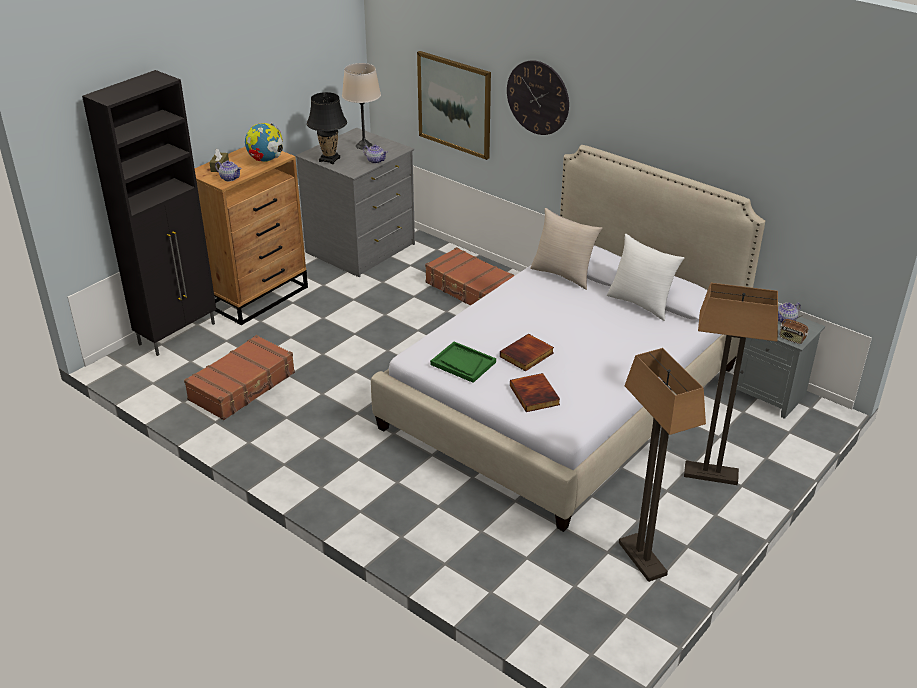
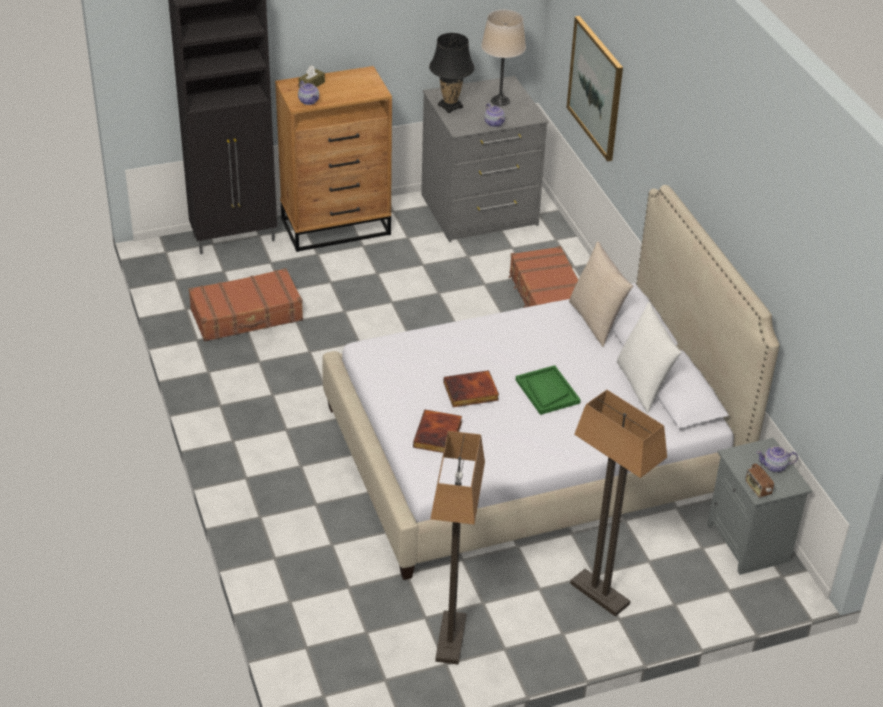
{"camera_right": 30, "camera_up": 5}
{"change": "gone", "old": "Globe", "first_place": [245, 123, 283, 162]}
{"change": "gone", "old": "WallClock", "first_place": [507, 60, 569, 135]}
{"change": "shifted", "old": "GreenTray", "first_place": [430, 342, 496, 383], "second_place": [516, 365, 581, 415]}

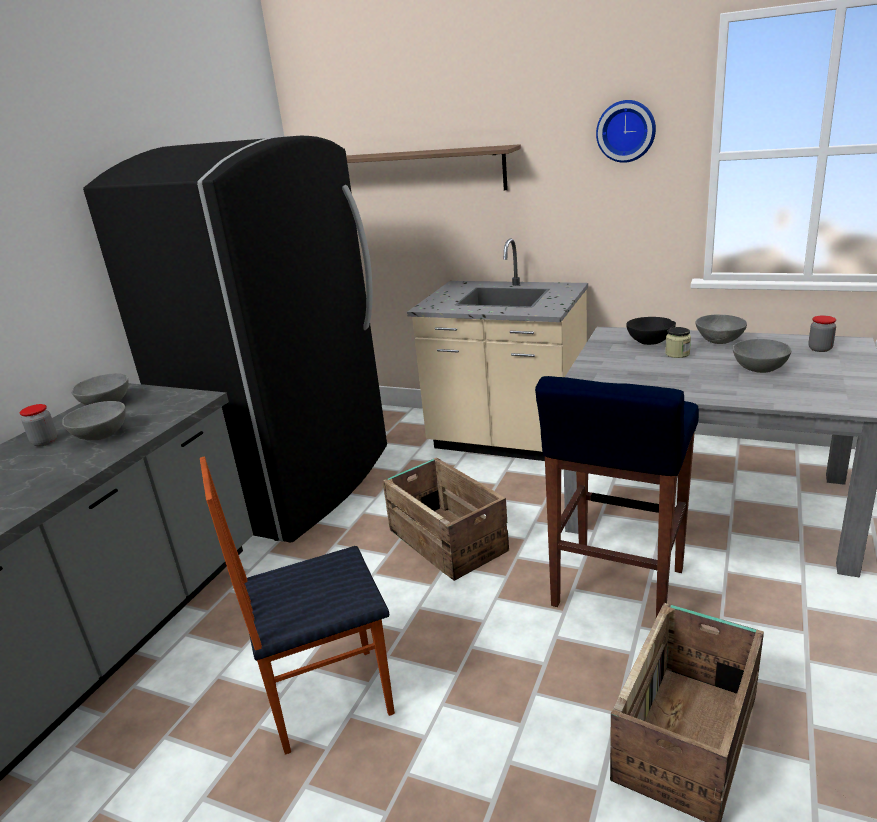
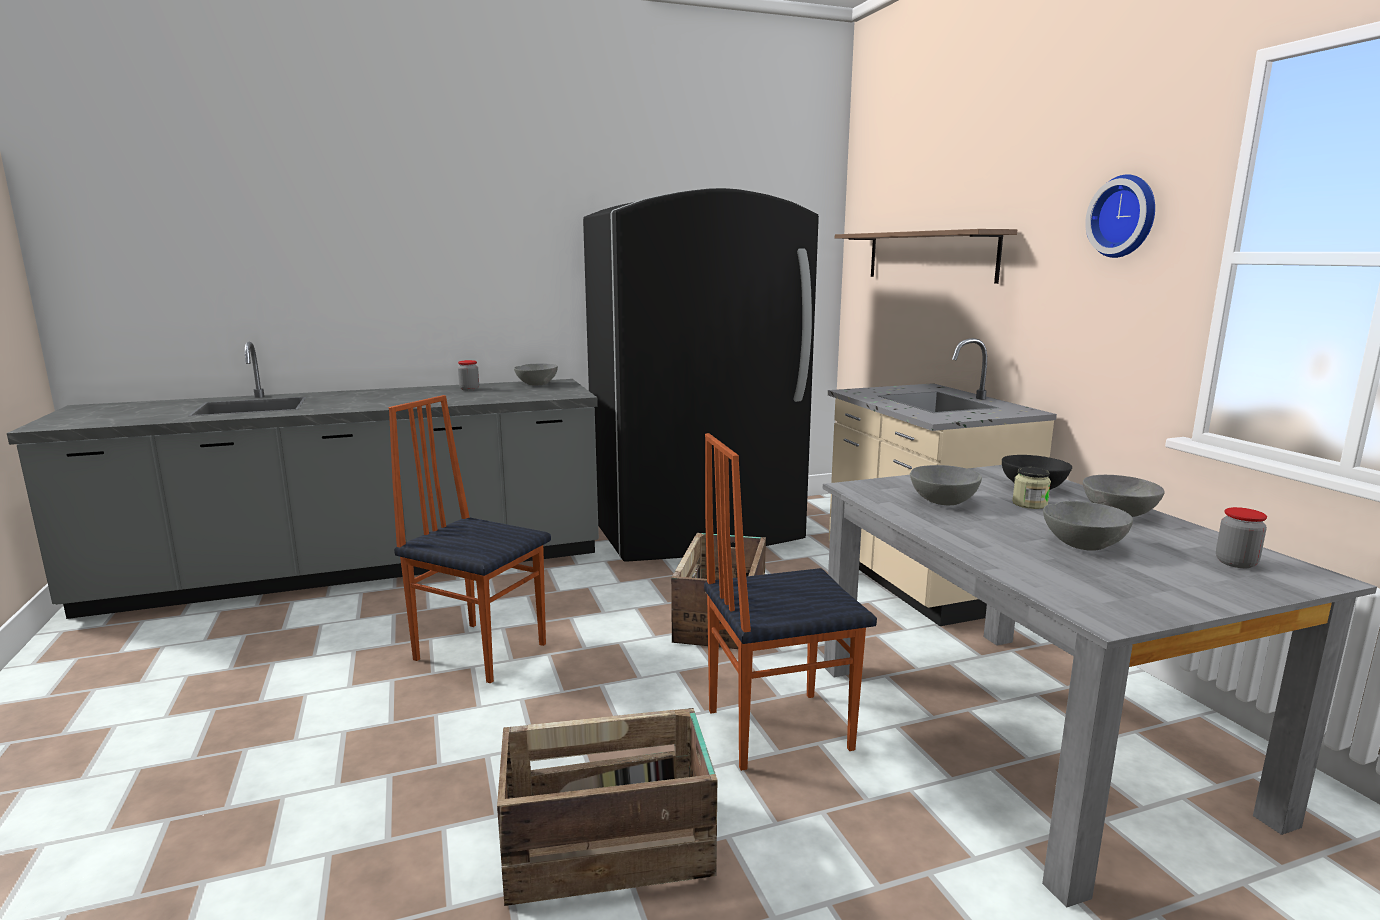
{"camera_right": 45, "camera_up": -10}
{"change": "shifted", "old": "GreyBowl", "first_place": [62, 401, 126, 440], "second_place": [910, 465, 982, 505]}
{"change": "swapped", "old": "BlueStool", "new": "Chair", "first_place": [535, 376, 699, 618], "second_place": [704, 433, 877, 771]}

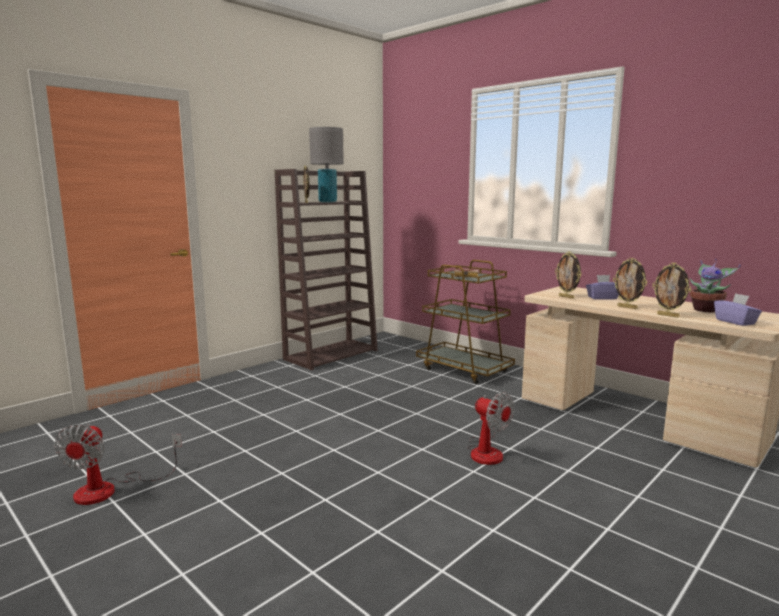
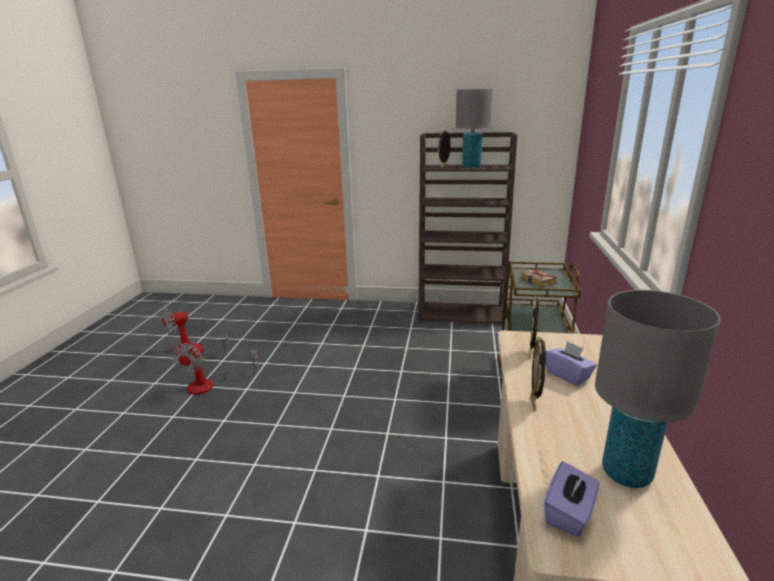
{"camera_right": 55, "camera_up": 10}
{"change": "gone", "old": "PictureFrame", "first_place": [652, 263, 691, 318]}
{"change": "shifted", "old": "Fan", "first_place": [467, 392, 514, 465], "second_place": [172, 342, 258, 395]}
{"change": "swapped", "old": "PottedPlant", "new": "GreyTableLamp", "first_place": [690, 259, 741, 312], "second_place": [595, 290, 721, 488]}

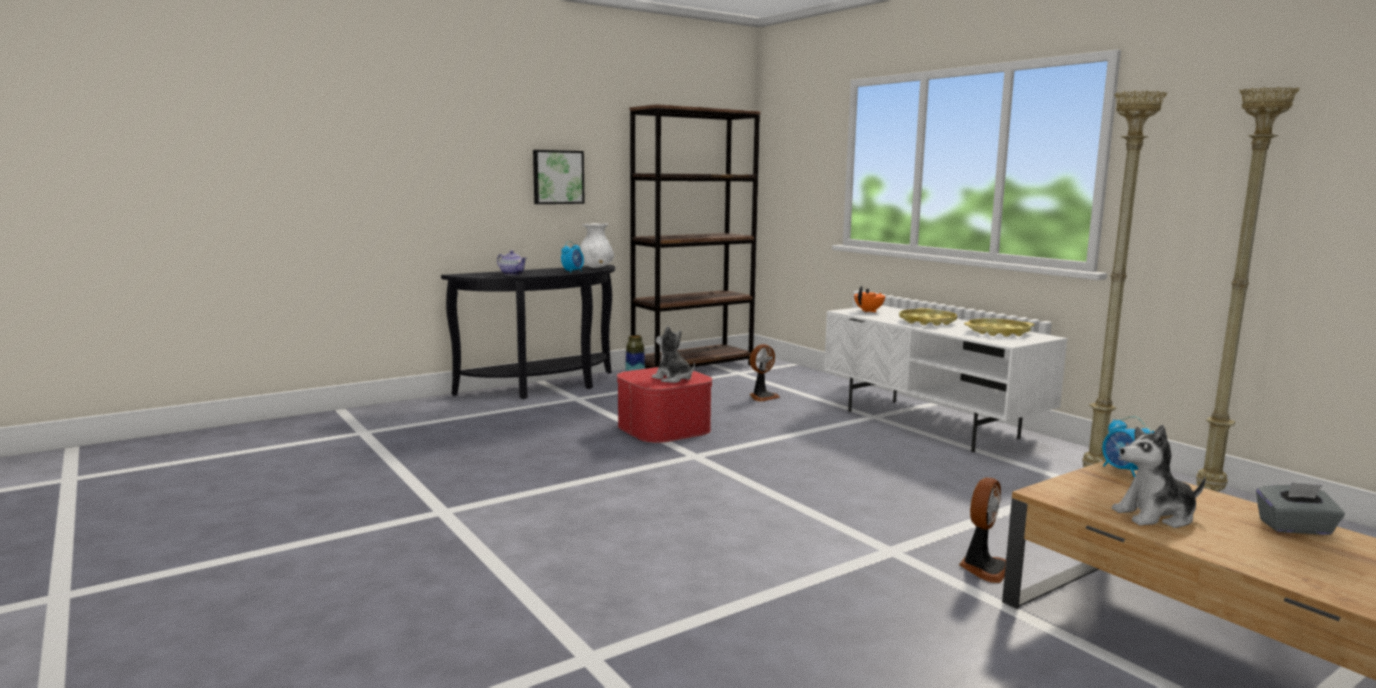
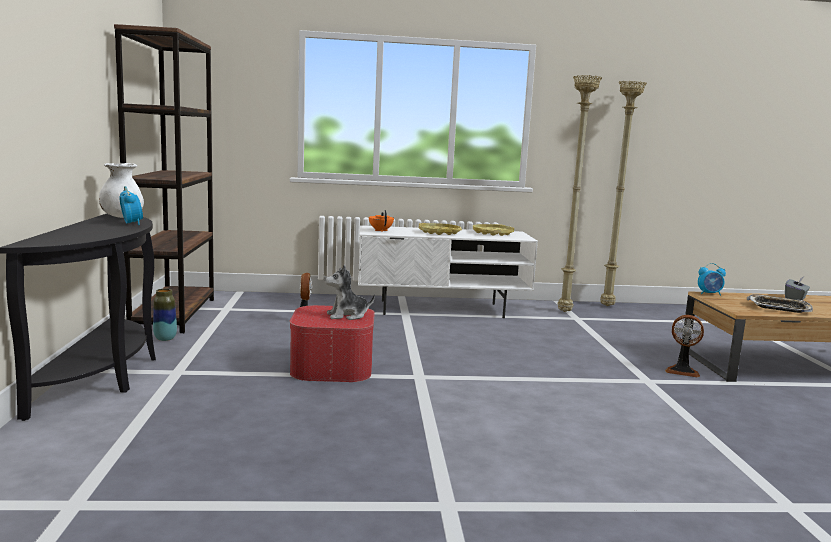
{"camera_right": -60, "camera_up": 0}
{"change": "gone", "old": "Teapot", "first_place": [497, 251, 527, 275]}
{"change": "gone", "old": "Picture", "first_place": [533, 150, 585, 204]}
{"change": "swapped", "old": "PlushToy", "new": "Tray", "first_place": [1112, 425, 1206, 528], "second_place": [747, 294, 813, 313]}
{"change": "rotated", "old": "Fan", "first_place": [959, 478, 1006, 583], "second_place": [665, 315, 704, 377], "degrees": 135}

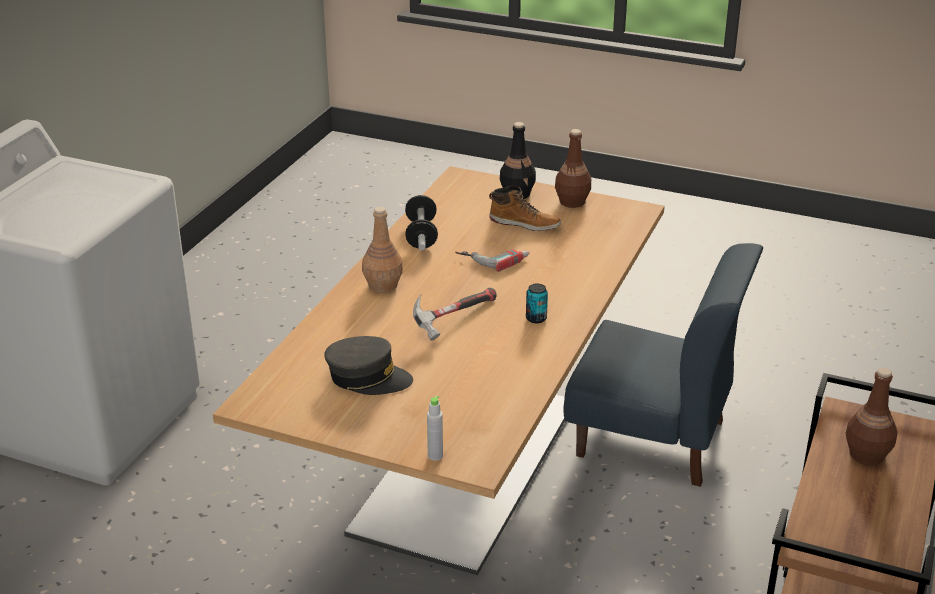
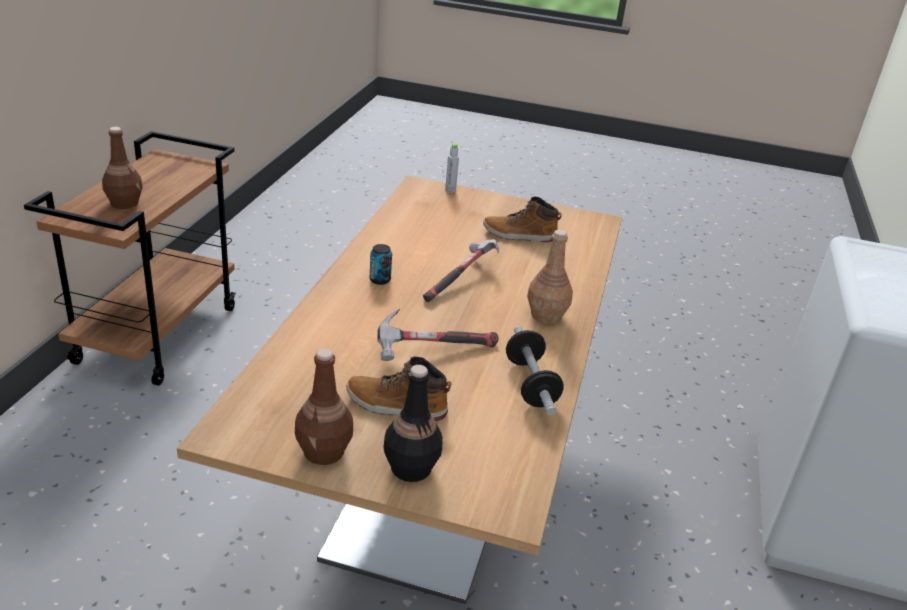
{"camera_right": 170, "camera_up": 0}
{"change": "gone", "old": "BlueChair", "first_place": [563, 243, 763, 487]}
{"change": "swapped", "old": "GreyCap", "new": "Boot", "first_place": [324, 336, 413, 395], "second_place": [483, 197, 561, 242]}
{"change": "swapped", "old": "PowerDrill", "new": "Hammer", "first_place": [455, 249, 529, 272], "second_place": [377, 309, 498, 361]}

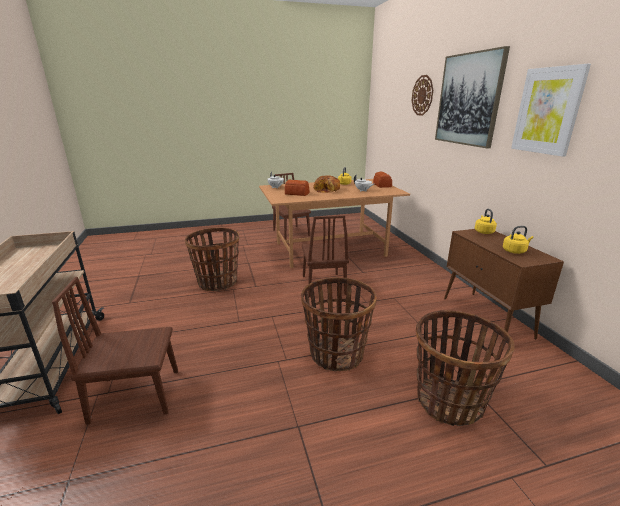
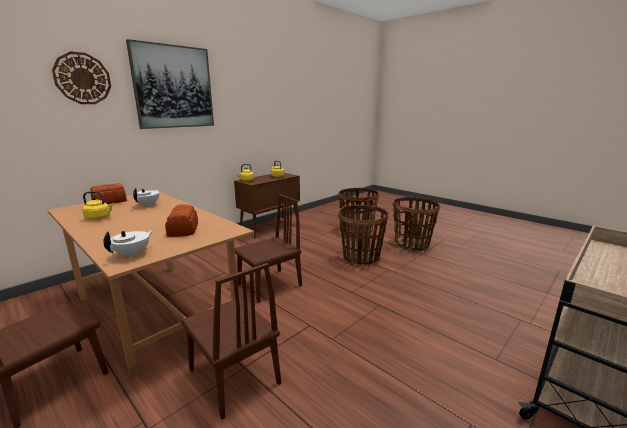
{"camera_right": -120, "camera_up": -5}
{"change": "gone", "old": "Bread", "first_place": [313, 176, 340, 193]}
{"change": "gone", "old": "Picture", "first_place": [511, 64, 591, 157]}
{"change": "shifted", "old": "BrownChair", "first_place": [52, 277, 178, 425], "second_place": [181, 263, 281, 420]}
{"change": "shifted", "old": "Basket", "first_place": [185, 227, 239, 291], "second_place": [393, 197, 440, 251]}

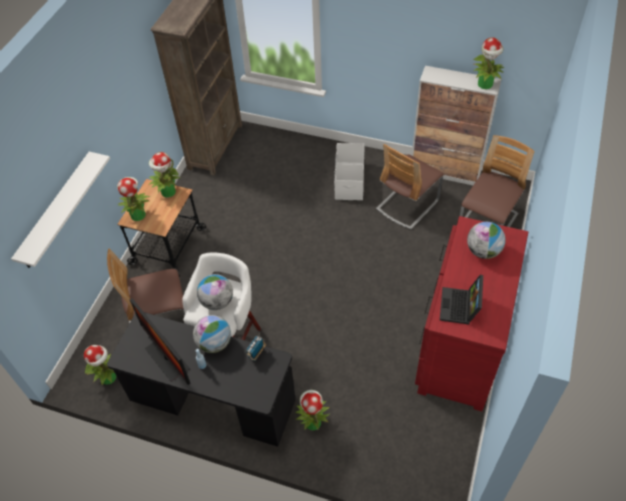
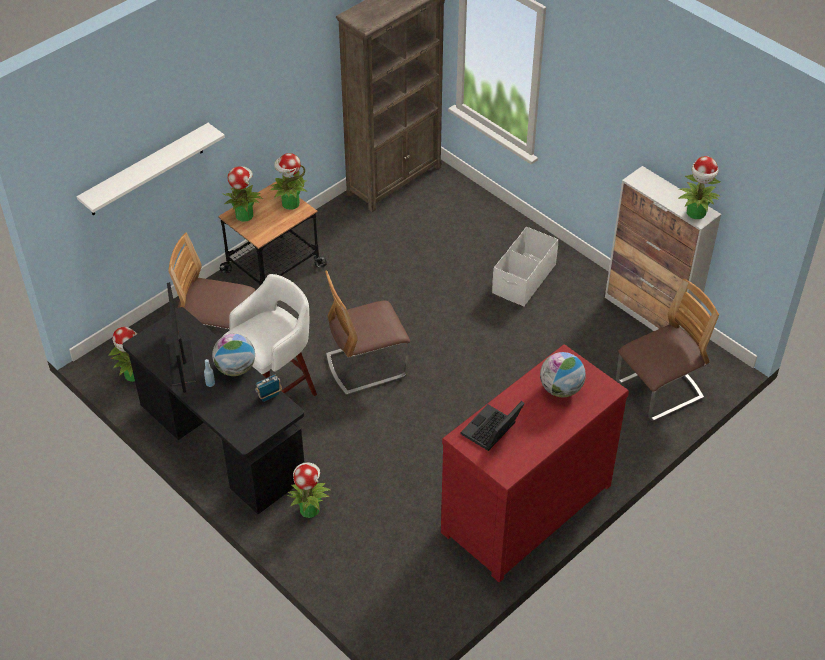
{"camera_right": 25, "camera_up": -5}
{"change": "gone", "old": "Globe", "first_place": [197, 274, 233, 310]}
{"change": "shifted", "old": "Chair", "first_place": [376, 144, 444, 230], "second_place": [325, 270, 410, 395]}

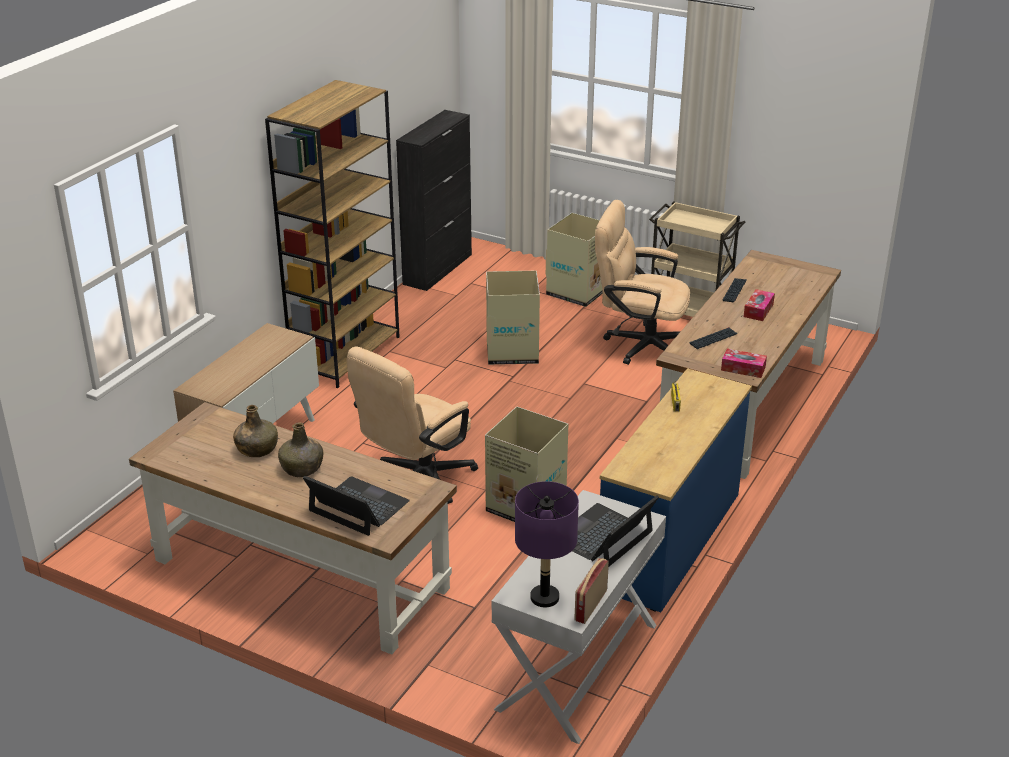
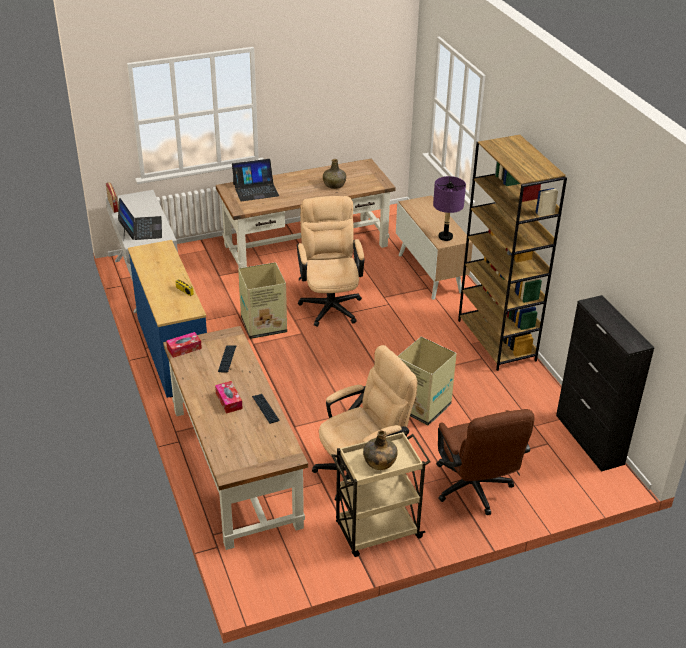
{"camera_right": 130, "camera_up": 5}
{"change": "shifted", "old": "GreenBottle", "first_place": [278, 422, 323, 477], "second_place": [363, 430, 397, 470]}
{"change": "shifted", "old": "PurpleTableLamp", "first_place": [515, 481, 579, 607], "second_place": [433, 176, 466, 241]}
{"change": "swapped", "old": "CardboardBox", "new": "BrownOfficeChair", "first_place": [546, 213, 602, 307], "second_place": [436, 409, 535, 515]}

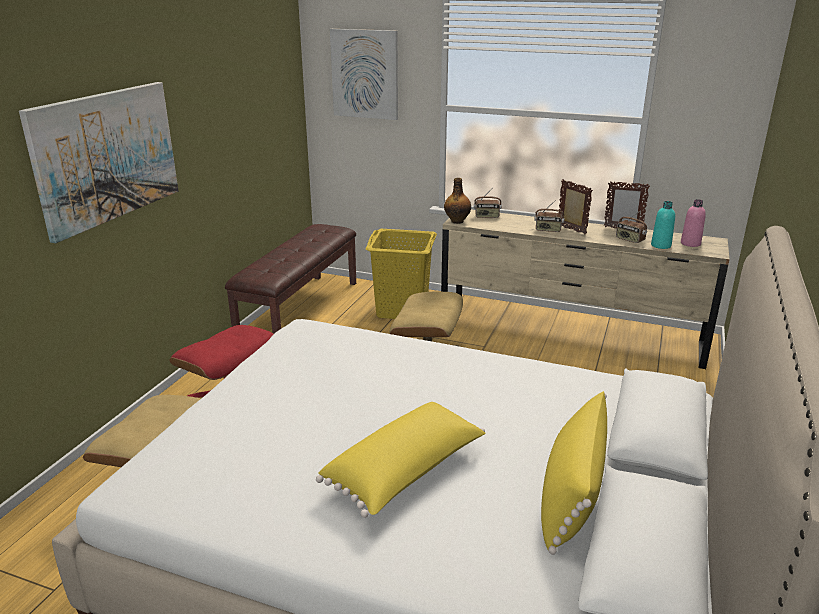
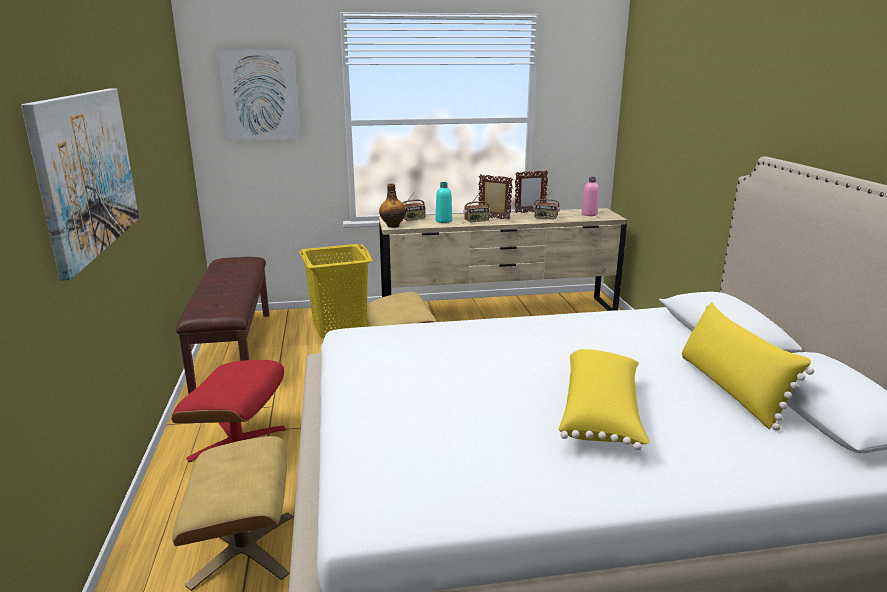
{"camera_right": -30, "camera_up": -5}
{"change": "shifted", "old": "TurquoiseBottle", "first_place": [651, 201, 675, 249], "second_place": [436, 182, 452, 223]}

